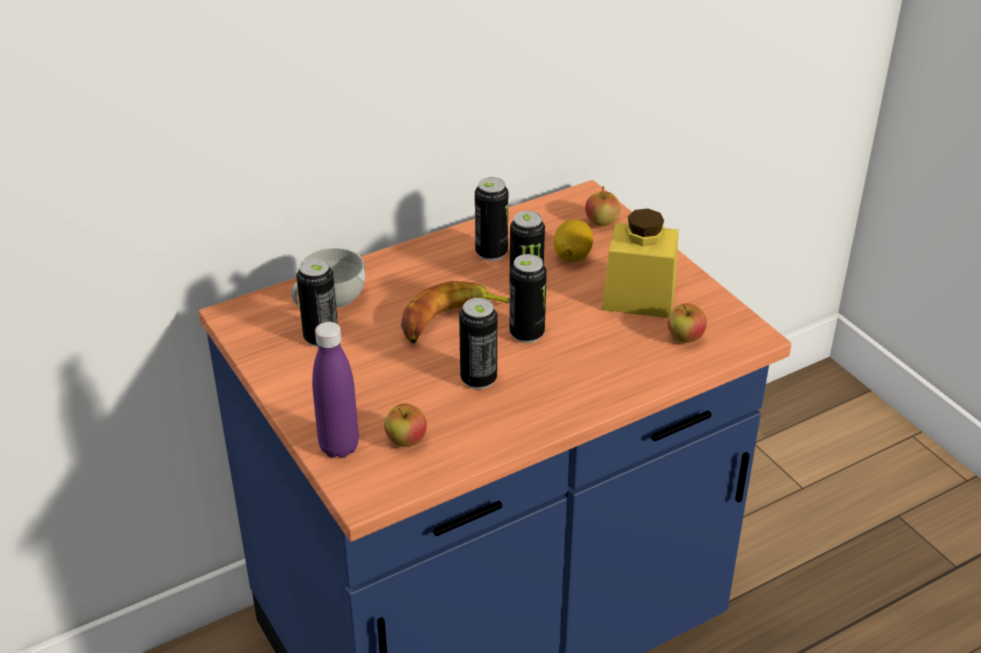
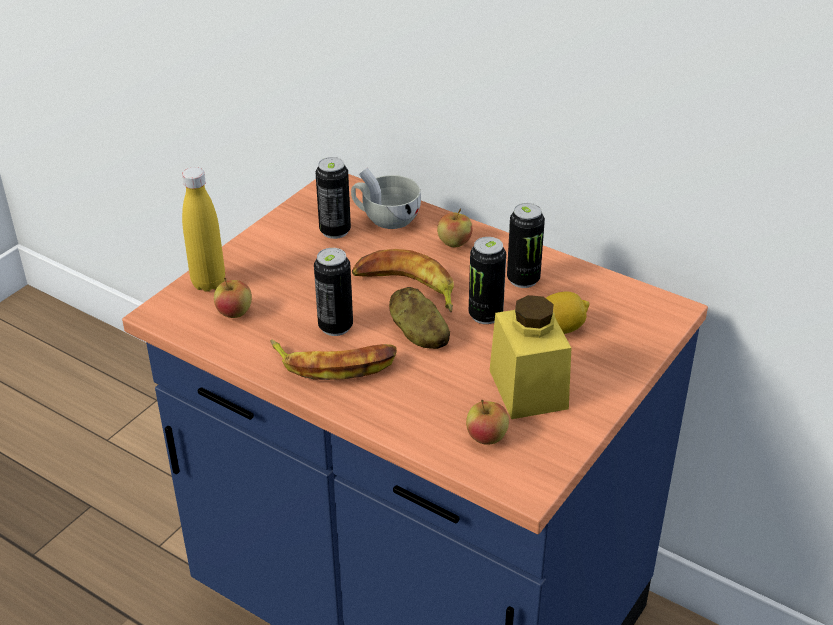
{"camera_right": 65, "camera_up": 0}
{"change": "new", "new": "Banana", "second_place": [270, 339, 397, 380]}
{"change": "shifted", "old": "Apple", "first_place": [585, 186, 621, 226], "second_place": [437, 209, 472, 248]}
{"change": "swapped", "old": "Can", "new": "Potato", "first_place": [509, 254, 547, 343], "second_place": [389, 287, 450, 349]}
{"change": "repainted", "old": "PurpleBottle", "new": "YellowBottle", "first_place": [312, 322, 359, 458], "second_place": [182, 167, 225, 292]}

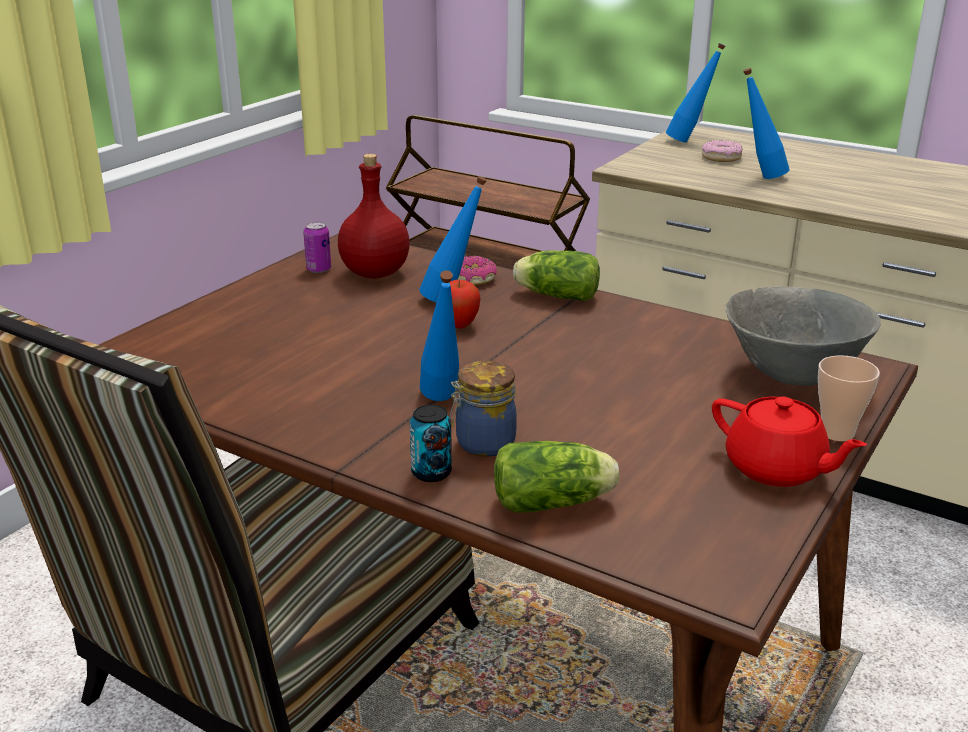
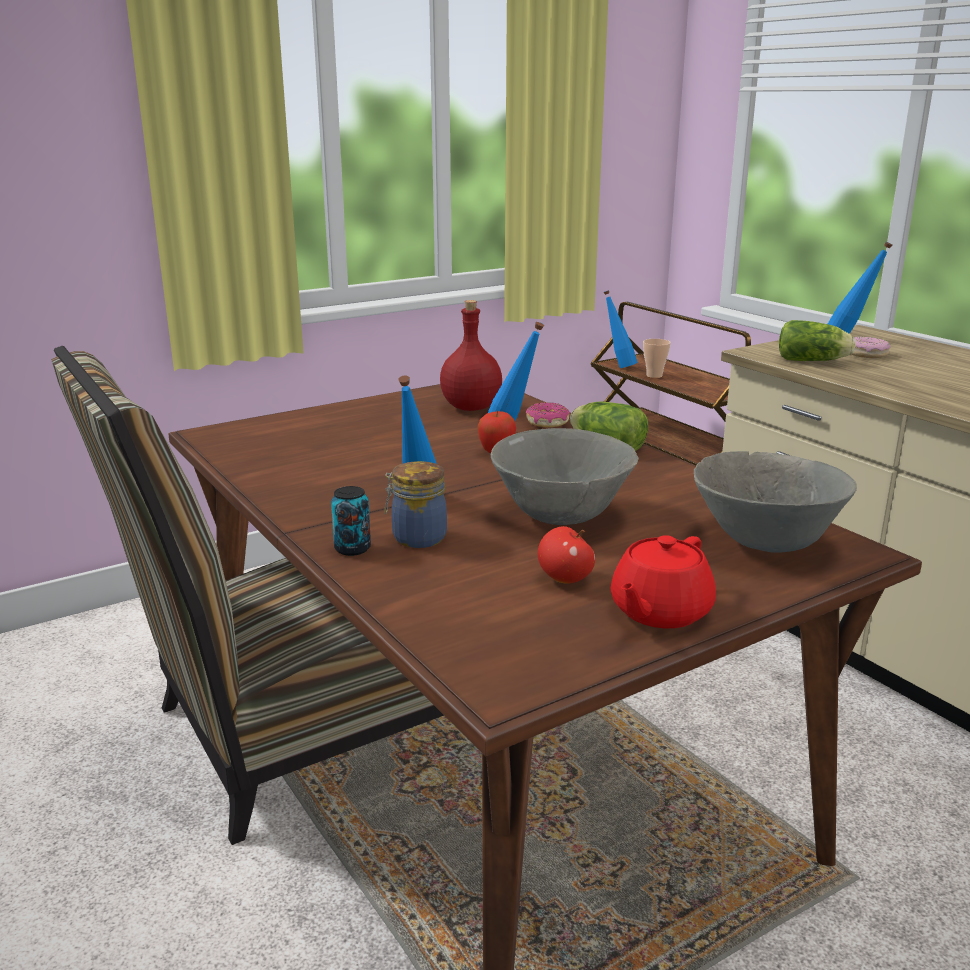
{"camera_right": 25, "camera_up": -5}
{"change": "gone", "old": "Can", "first_place": [303, 222, 331, 273]}
{"change": "new", "new": "GreyBowl", "second_place": [491, 428, 639, 525]}
{"change": "new", "new": "Apple", "second_place": [538, 526, 595, 584]}
{"change": "shifted", "old": "Lettuce", "first_place": [494, 441, 619, 513], "second_place": [779, 320, 856, 361]}
{"change": "shifted", "old": "BlueBottle", "first_place": [743, 68, 789, 179], "second_place": [604, 290, 638, 368]}
{"change": "shifted", "old": "Cup", "first_place": [818, 355, 880, 442], "second_place": [643, 339, 671, 378]}
{"change": "rotated", "old": "RedTeapot", "first_place": [712, 397, 867, 487], "second_place": [610, 535, 716, 628], "degrees": 60}

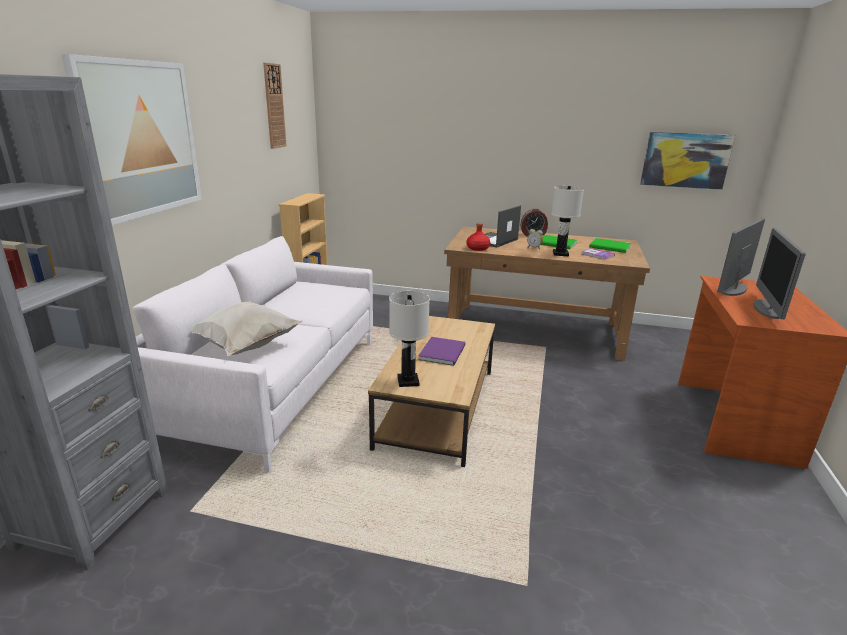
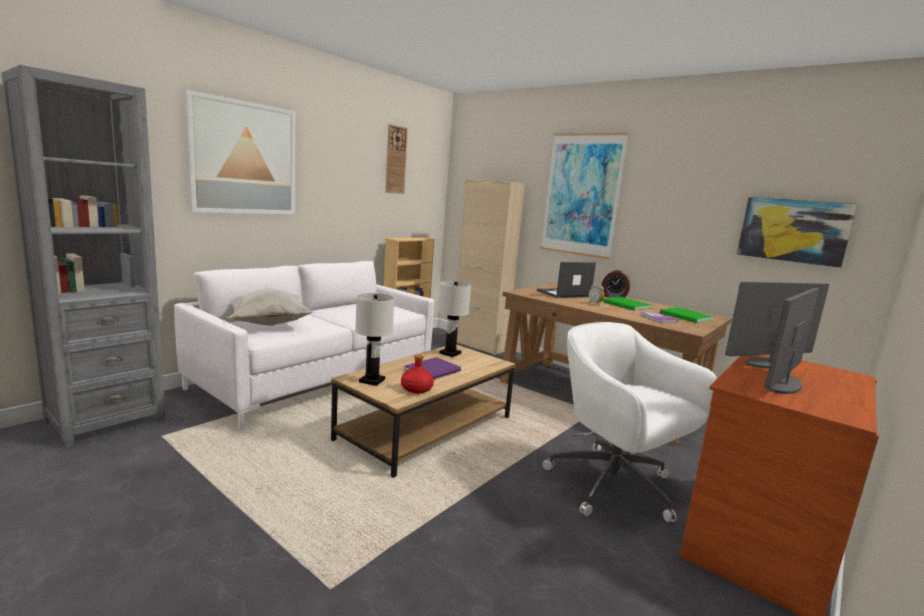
{"camera_right": 25, "camera_up": -10}
{"change": "new", "new": "BeigeCabinet", "second_place": [457, 179, 525, 355]}
{"change": "new", "new": "Picture", "second_place": [540, 132, 629, 259]}
{"change": "new", "new": "WhiteOfficeChair", "second_place": [543, 322, 717, 522]}
{"change": "shifted", "old": "RedBottle", "first_place": [467, 223, 490, 251], "second_place": [401, 354, 434, 393]}
{"change": "shifted", "old": "WhiteTableLamp", "first_place": [551, 186, 584, 256], "second_place": [438, 281, 471, 357]}

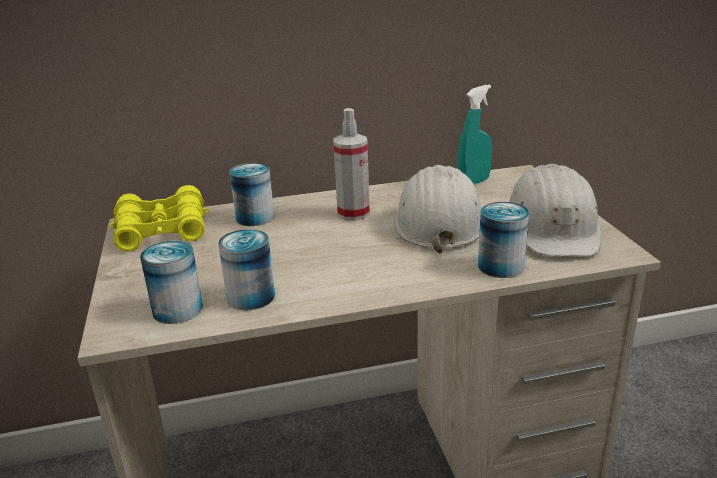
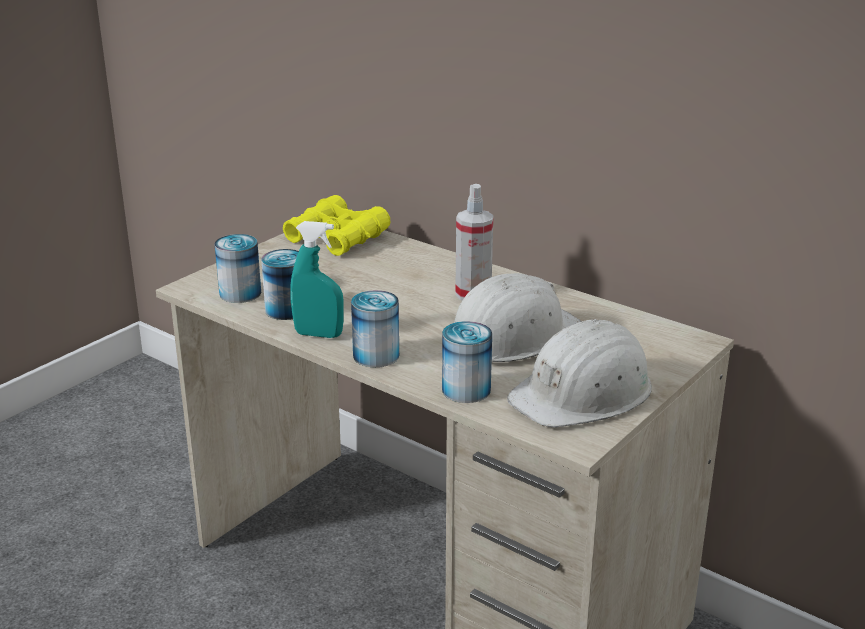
{"camera_right": 50, "camera_up": 0}
{"change": "shifted", "old": "Can", "first_place": [229, 163, 274, 226], "second_place": [351, 290, 399, 367]}
{"change": "shifted", "old": "TurquoiseSprayBottle", "first_place": [458, 85, 492, 184], "second_place": [291, 221, 344, 338]}

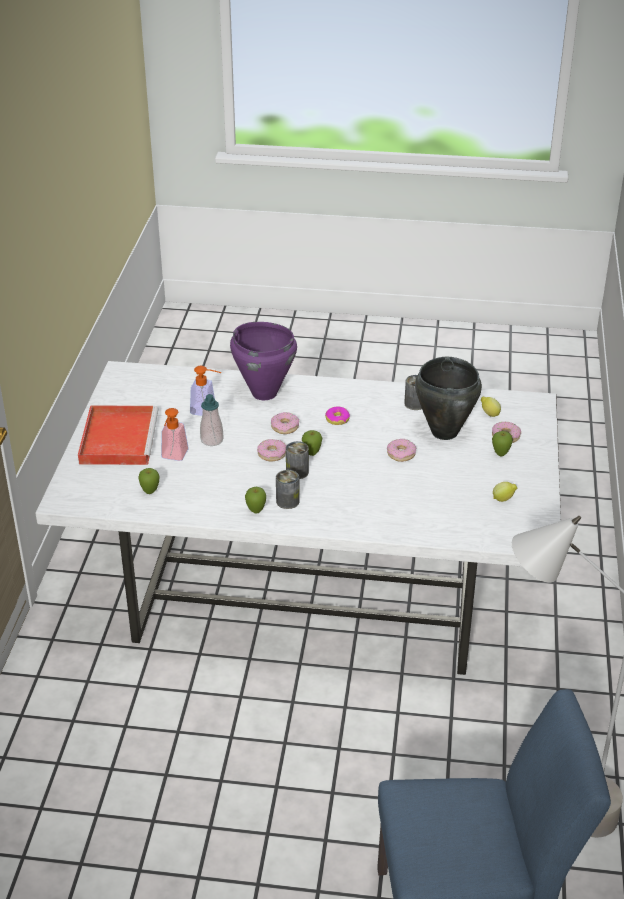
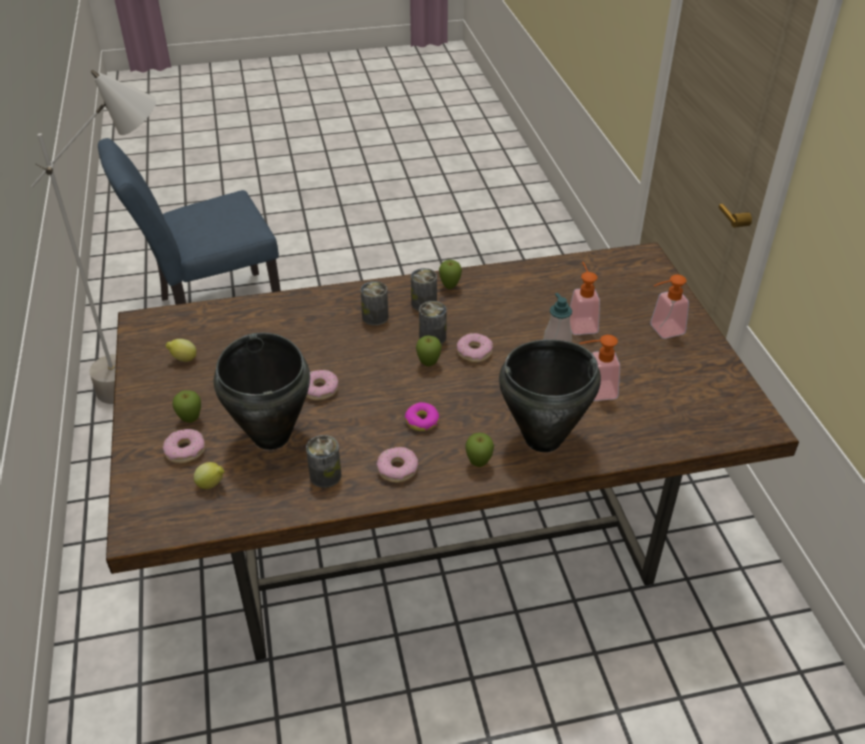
{"camera_right": 160, "camera_up": 5}
{"change": "new", "new": "Can", "second_place": [360, 281, 388, 326]}
{"change": "shifted", "old": "Apple", "first_place": [138, 468, 160, 494], "second_place": [465, 433, 494, 467]}
{"change": "shifted", "old": "Donut", "first_place": [271, 412, 299, 434], "second_place": [377, 447, 418, 483]}
{"change": "swapped", "old": "RedTray", "new": "SoapDispenser", "first_place": [78, 405, 159, 465], "second_place": [650, 274, 689, 339]}
{"change": "repainted", "old": "WhiteDiningTable", "new": "BrownDiningTable", "first_place": [36, 361, 561, 675], "second_place": [106, 242, 799, 660]}
{"change": "repainted", "old": "PurpleCookingPot", "new": "BlackCookingPot", "first_place": [230, 322, 297, 400], "second_place": [499, 339, 601, 452]}

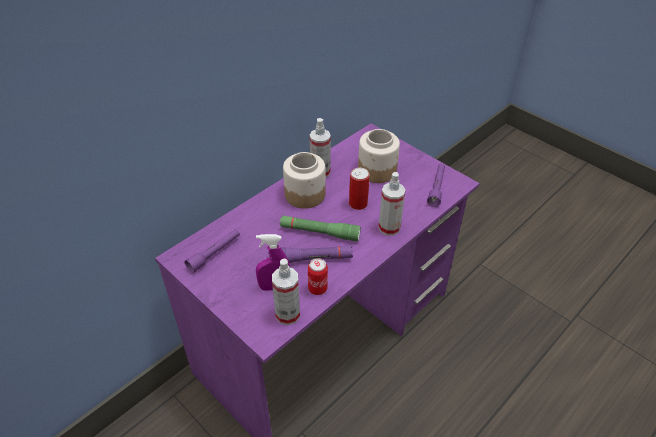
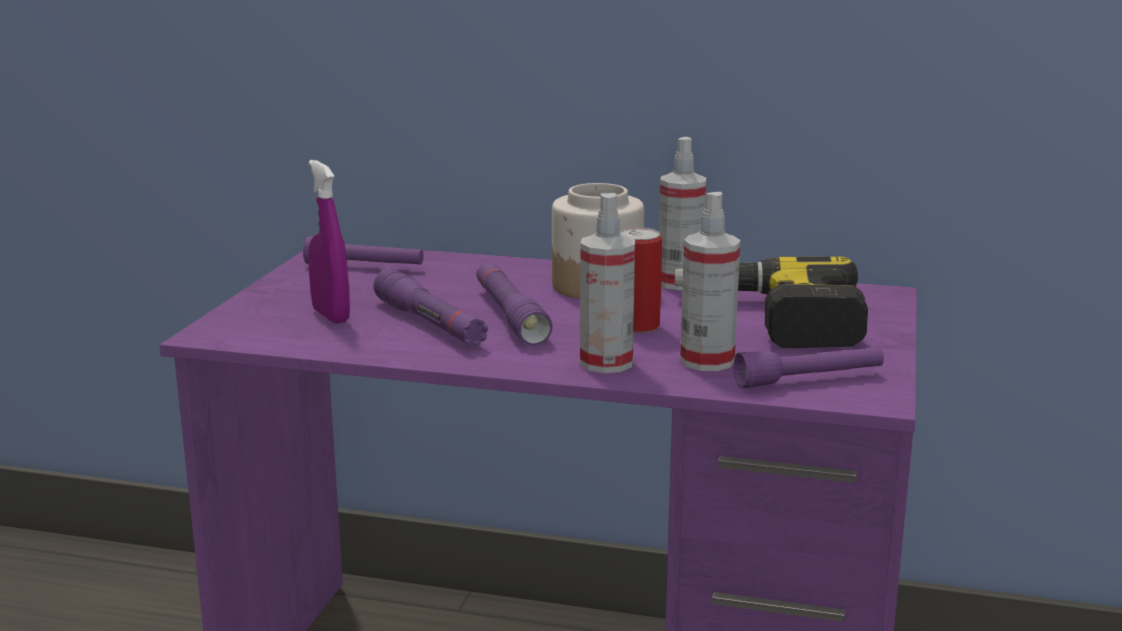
{"camera_right": 60, "camera_up": -25}
{"change": "gone", "old": "Can", "first_place": [308, 258, 328, 295]}
{"change": "shifted", "old": "SprayBottle", "first_place": [272, 259, 300, 325], "second_place": [680, 192, 740, 371]}
{"change": "swapped", "old": "Jar", "new": "PowerDrill", "first_place": [358, 129, 400, 183], "second_place": [675, 256, 868, 348]}
{"change": "repainted", "old": "GreenFlashlight", "new": "PurpleFlashlight", "first_place": [280, 215, 361, 241], "second_place": [476, 263, 553, 346]}

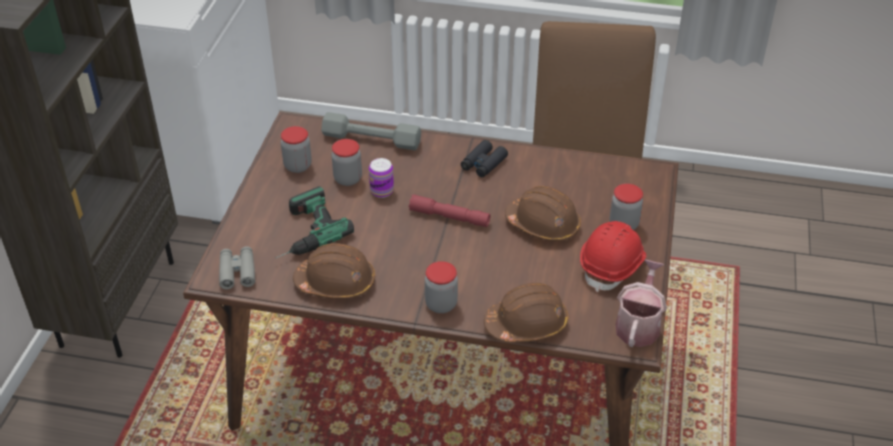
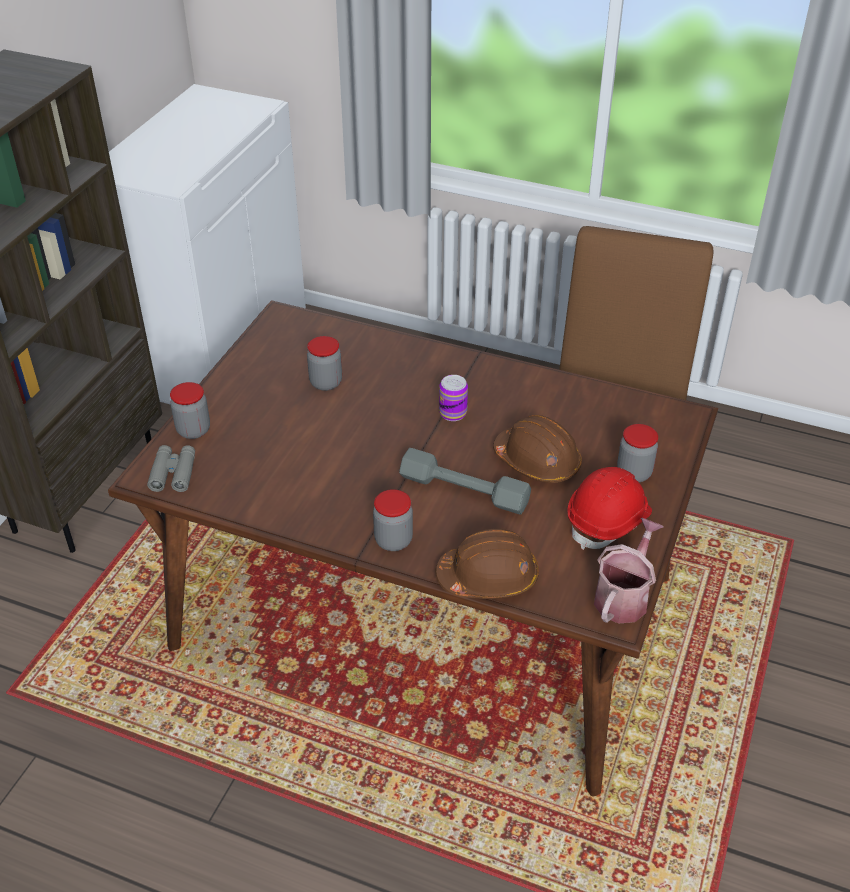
{"camera_right": 10, "camera_up": 0}
{"change": "gone", "old": "PowerDrill", "first_place": [276, 186, 354, 258]}
{"change": "gone", "old": "BrownHardHat", "first_place": [293, 243, 375, 299]}
{"change": "gone", "old": "RedFlashlight", "first_place": [409, 194, 491, 227]}
{"change": "gone", "old": "BlackBinoculars", "first_place": [461, 140, 508, 177]}
{"change": "shifted", "old": "Jar", "first_place": [281, 126, 312, 173], "second_place": [170, 382, 210, 439]}
{"change": "shifted", "old": "GreyDumbbell", "first_place": [321, 112, 421, 150], "second_place": [399, 448, 531, 515]}
{"change": "shifted", "old": "Can", "first_place": [369, 158, 394, 198], "second_place": [439, 375, 468, 421]}

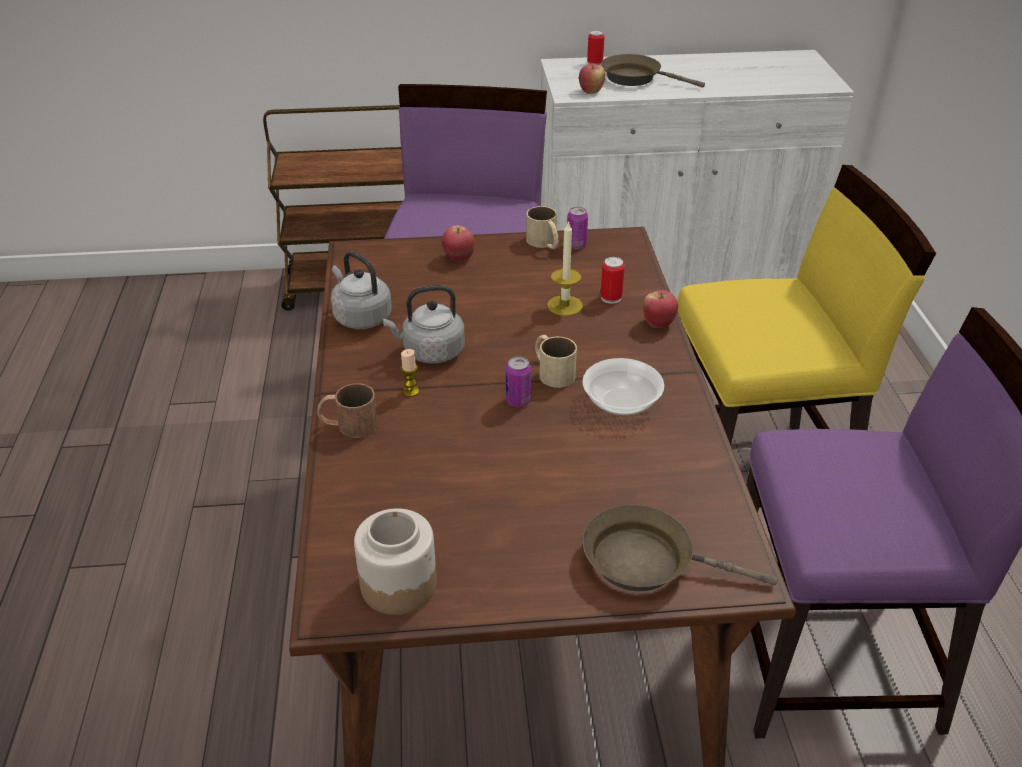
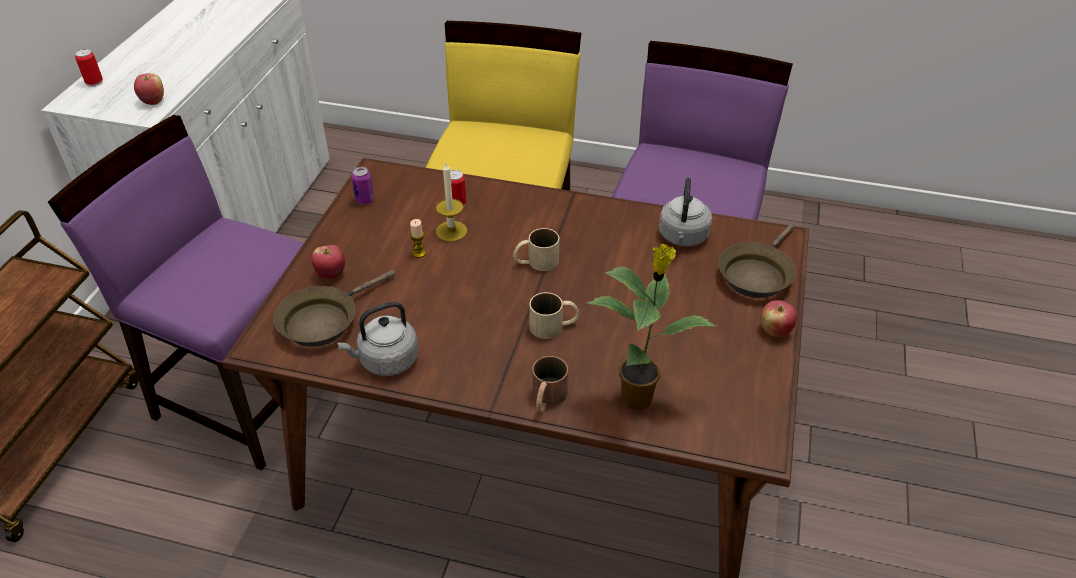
{"camera_right": -70, "camera_up": 5}
{"change": "gone", "old": "Jar", "first_place": [354, 509, 437, 615]}
{"change": "gone", "old": "Can", "first_place": [506, 357, 531, 407]}
{"change": "gone", "old": "Bowl", "first_place": [582, 358, 664, 415]}
{"change": "new", "new": "PottedPlant", "second_place": [586, 244, 716, 410]}
{"change": "shifted", "old": "GreyKettle", "first_place": [383, 285, 465, 364], "second_place": [659, 178, 712, 246]}
{"change": "shifted", "old": "Candle", "first_place": [400, 349, 419, 397], "second_place": [410, 219, 426, 258]}
{"change": "shifted", "old": "BeigeMug", "first_place": [526, 206, 558, 249], "second_place": [529, 292, 579, 339]}
{"change": "shifted", "old": "BrownFryingPan", "first_place": [601, 54, 705, 88], "second_place": [274, 270, 395, 347]}
{"change": "shifted", "old": "Apple", "first_place": [643, 290, 678, 328], "second_place": [761, 300, 797, 337]}

